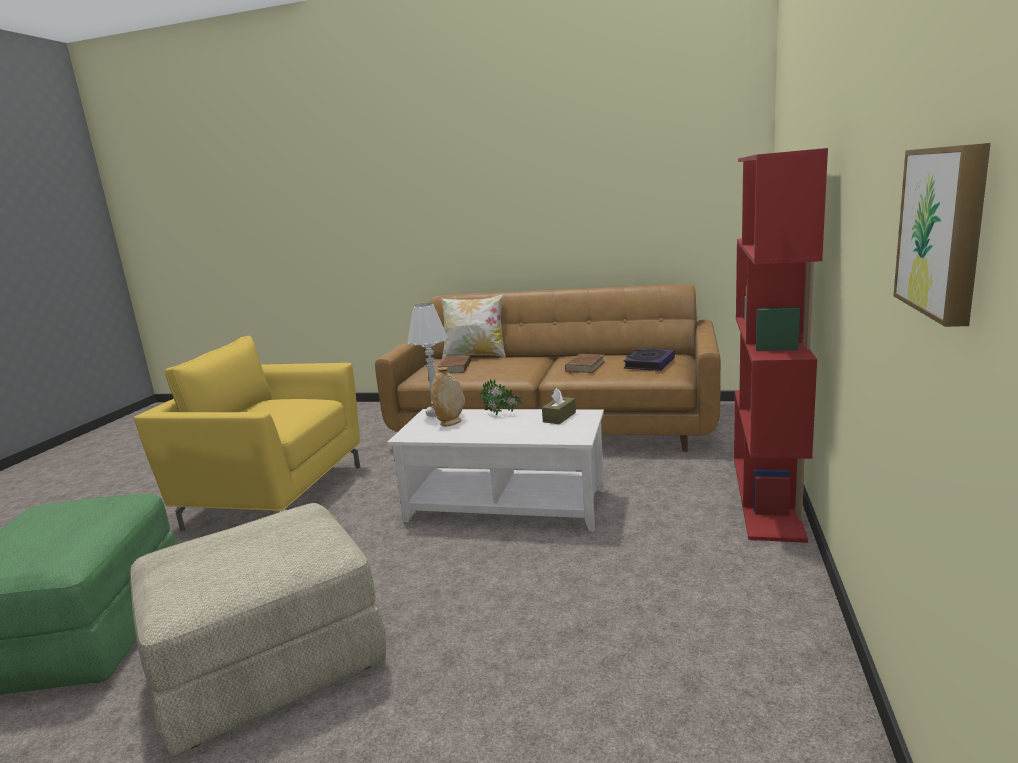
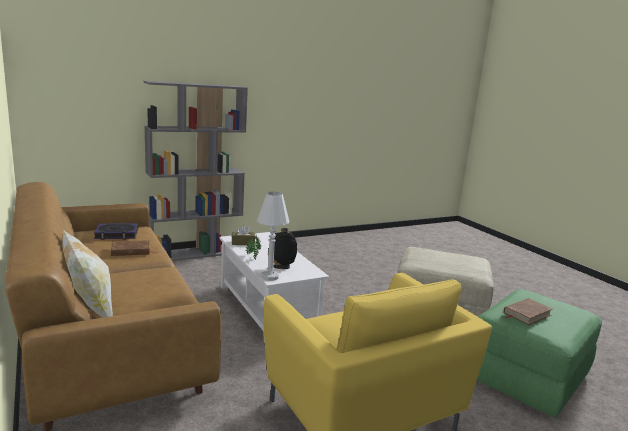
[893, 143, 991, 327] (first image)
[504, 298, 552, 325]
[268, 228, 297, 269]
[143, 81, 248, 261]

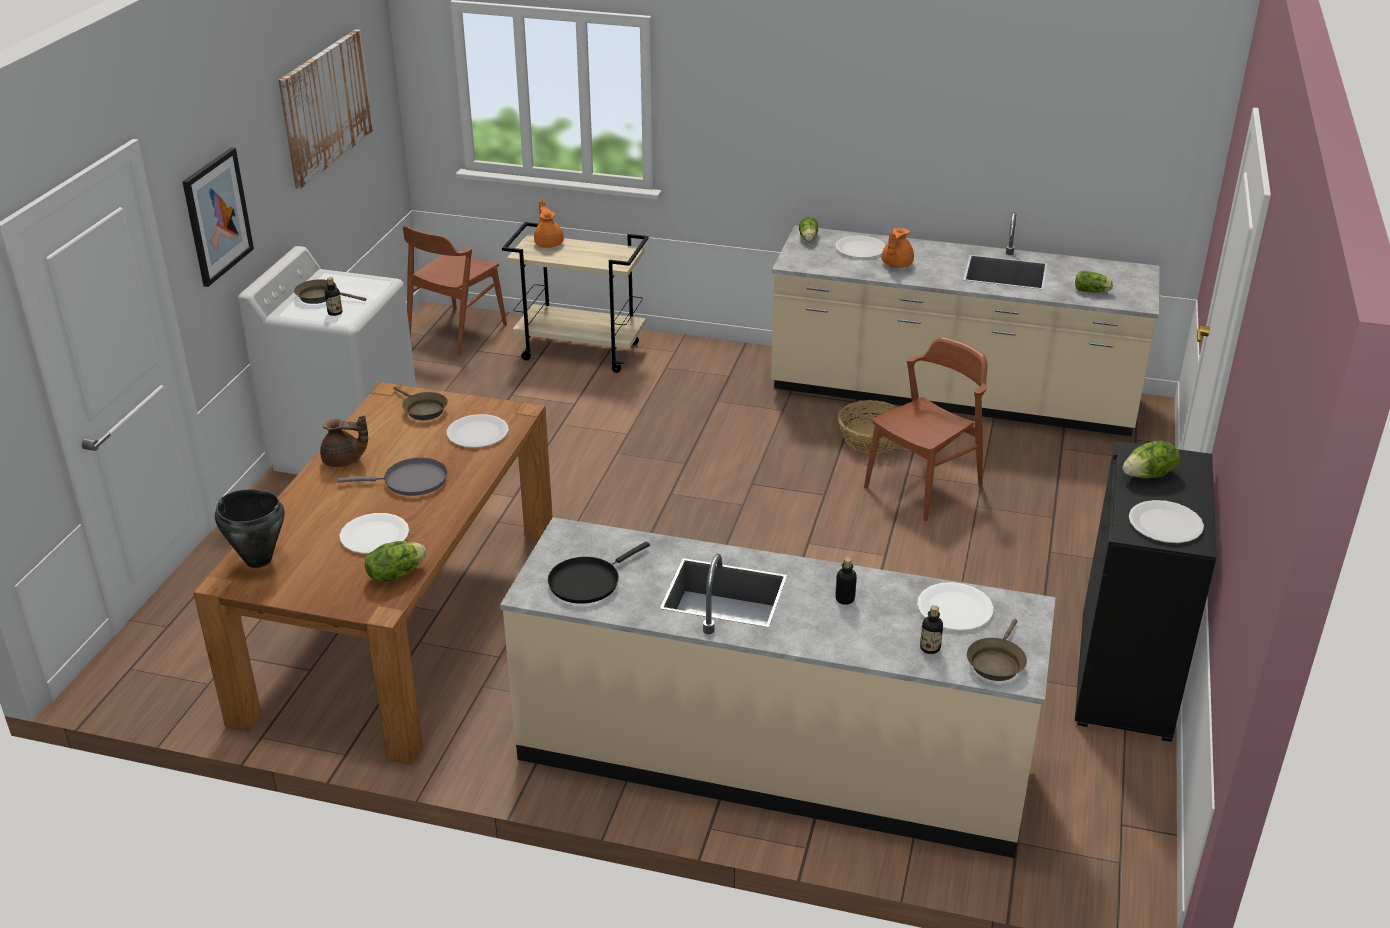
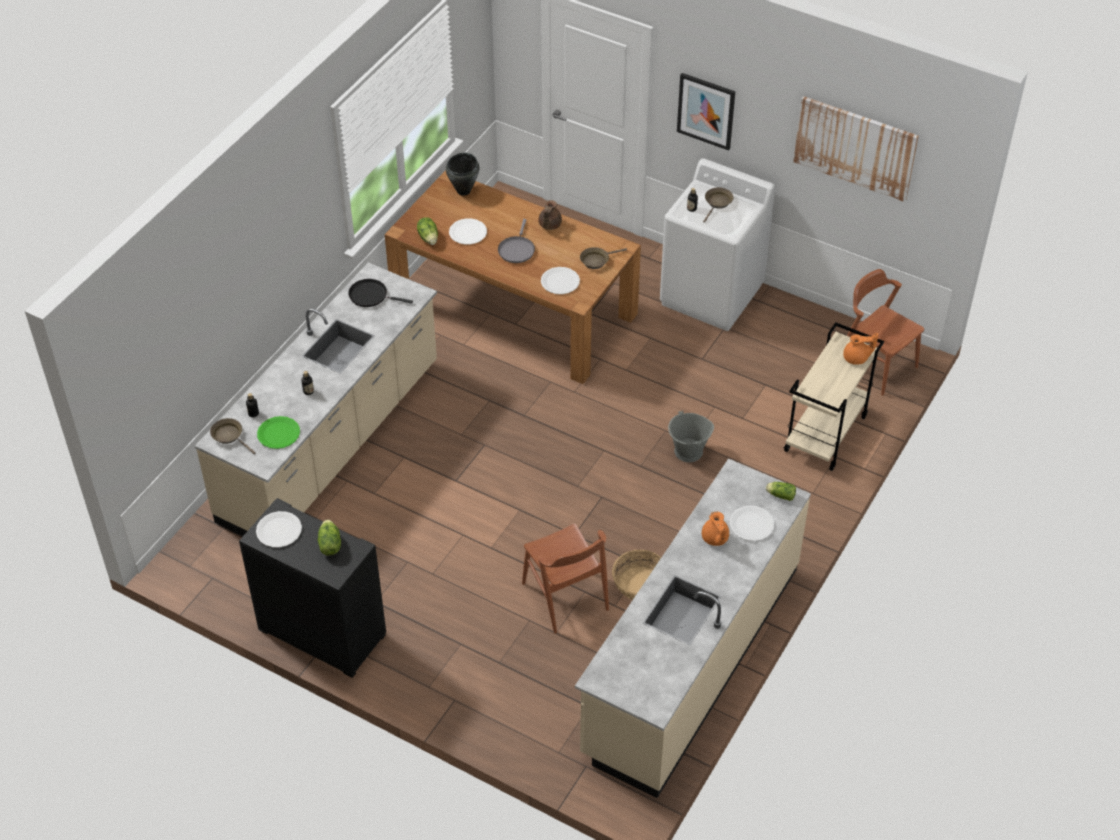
[1075, 271, 1113, 293] (first image)
[668, 410, 714, 462]
[257, 416, 300, 449]
[348, 279, 413, 307]
[702, 512, 729, 546]

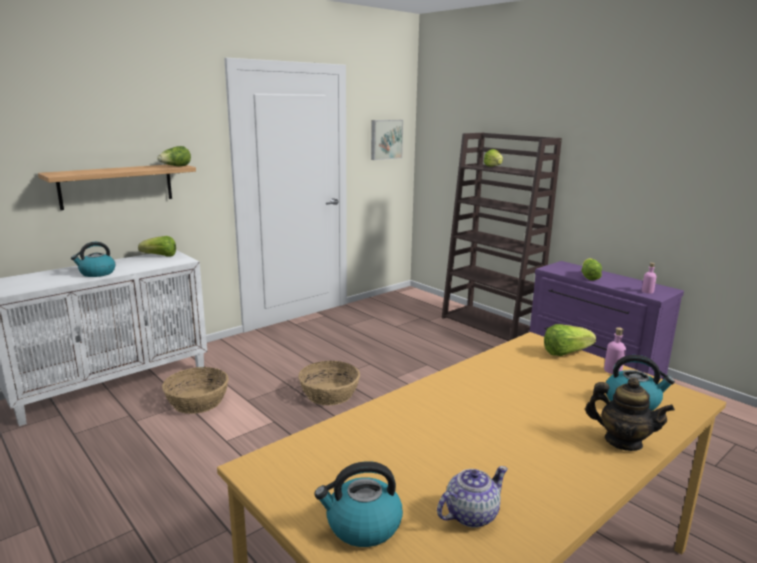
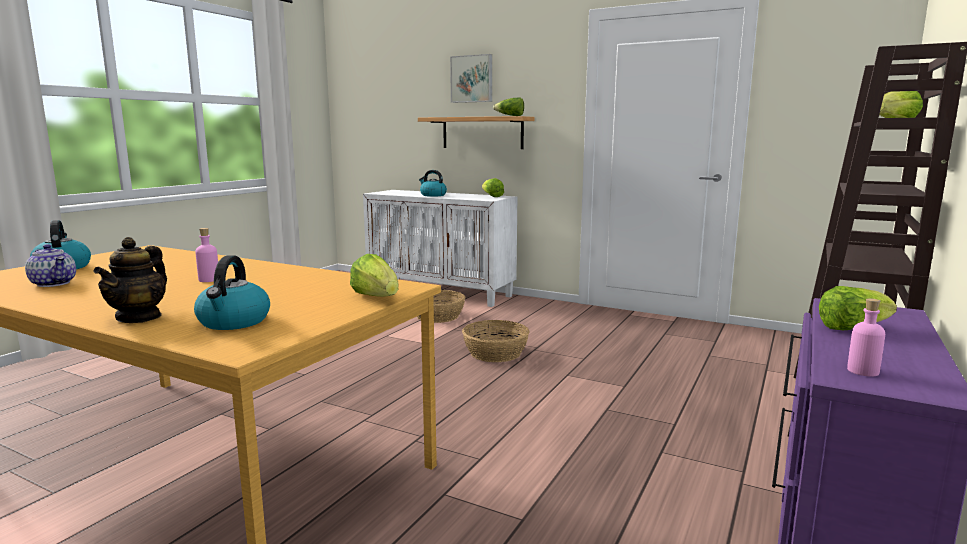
[450, 54, 492, 103]
[195, 228, 218, 282]

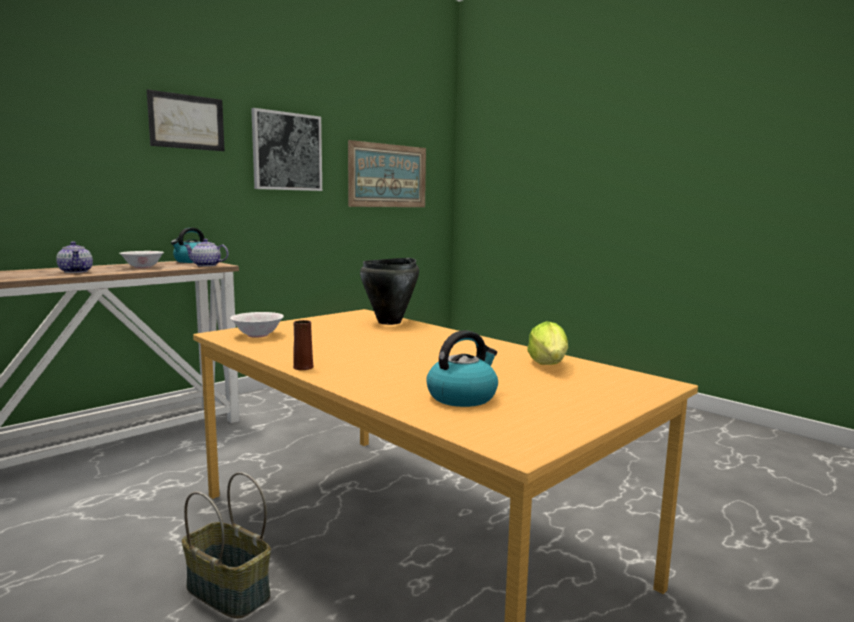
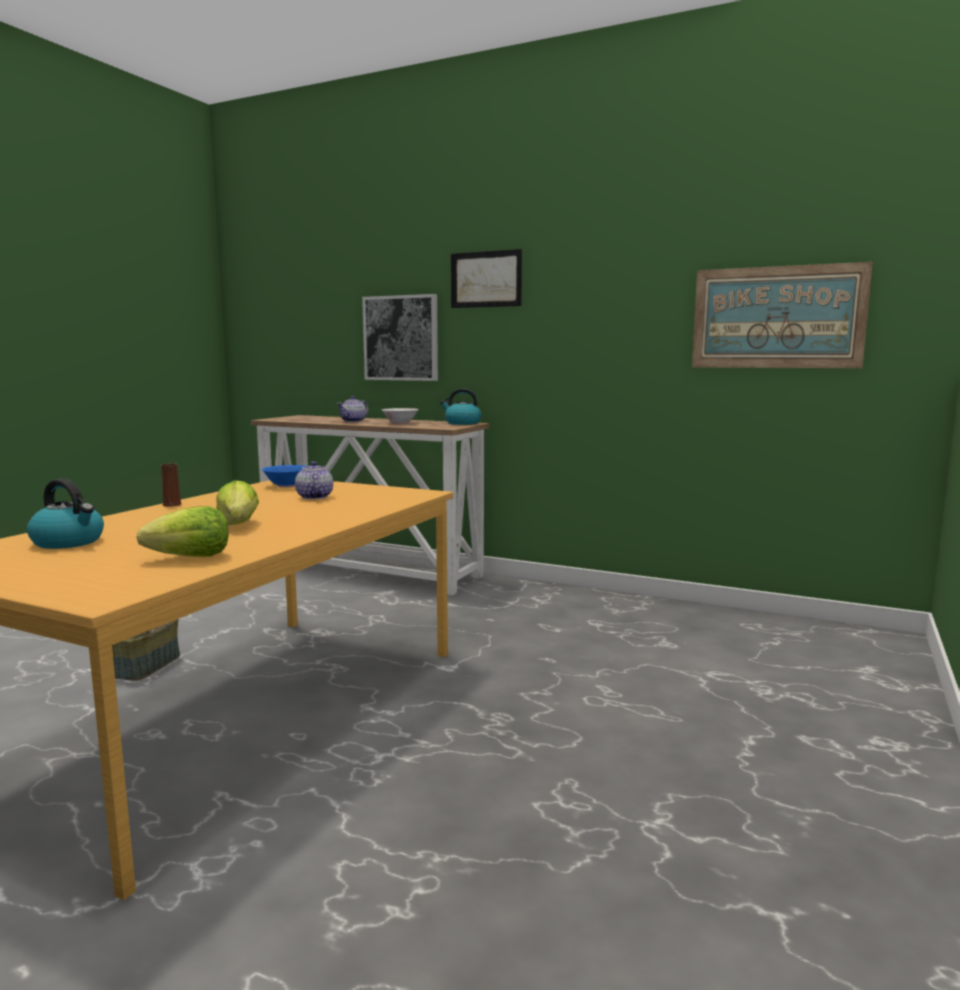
[360, 258, 419, 325] (first image)
[216, 480, 259, 525]
[295, 461, 333, 500]
[362, 294, 438, 381]
[261, 465, 307, 488]

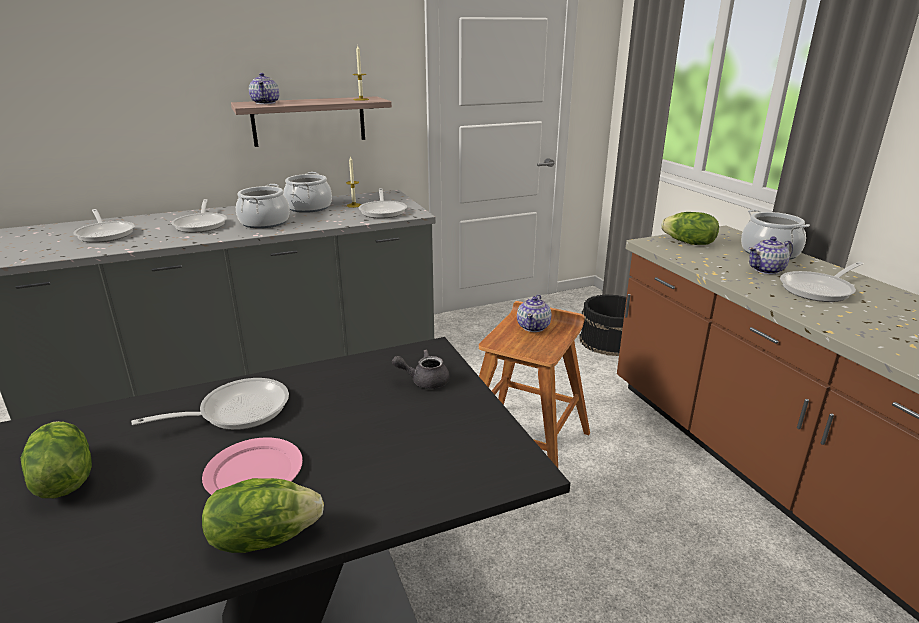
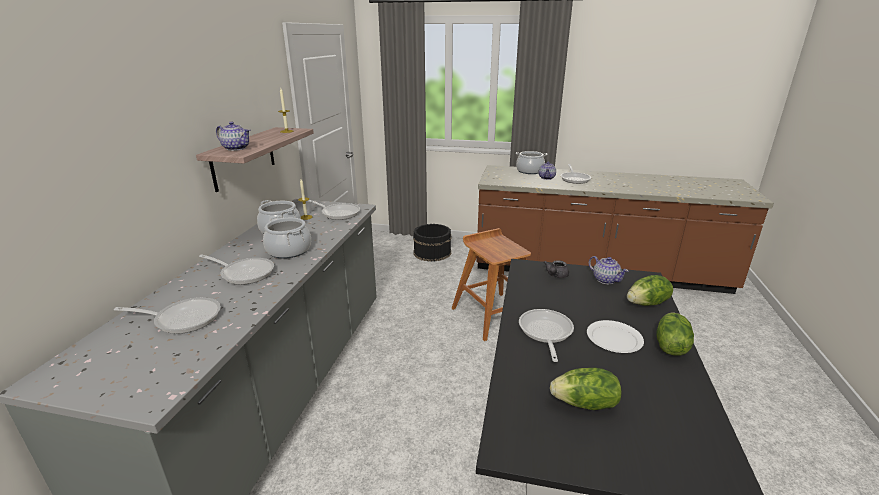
[589, 256, 629, 284]
[627, 275, 673, 306]
[587, 320, 644, 353]

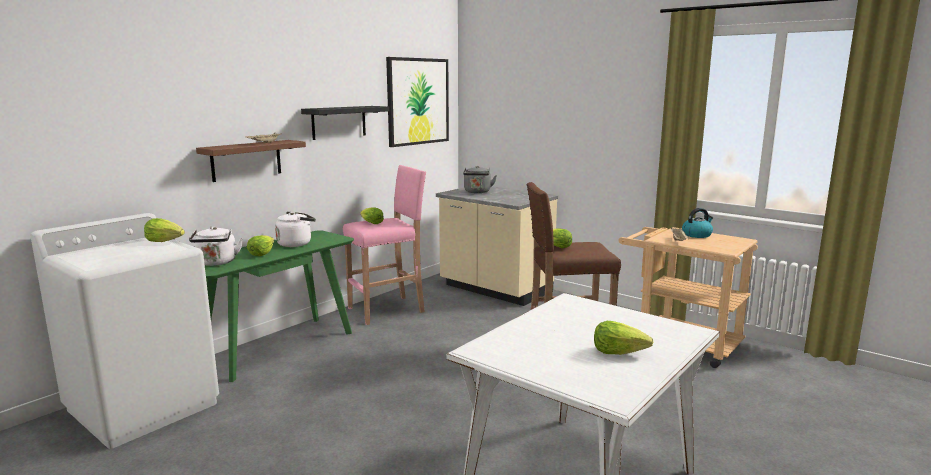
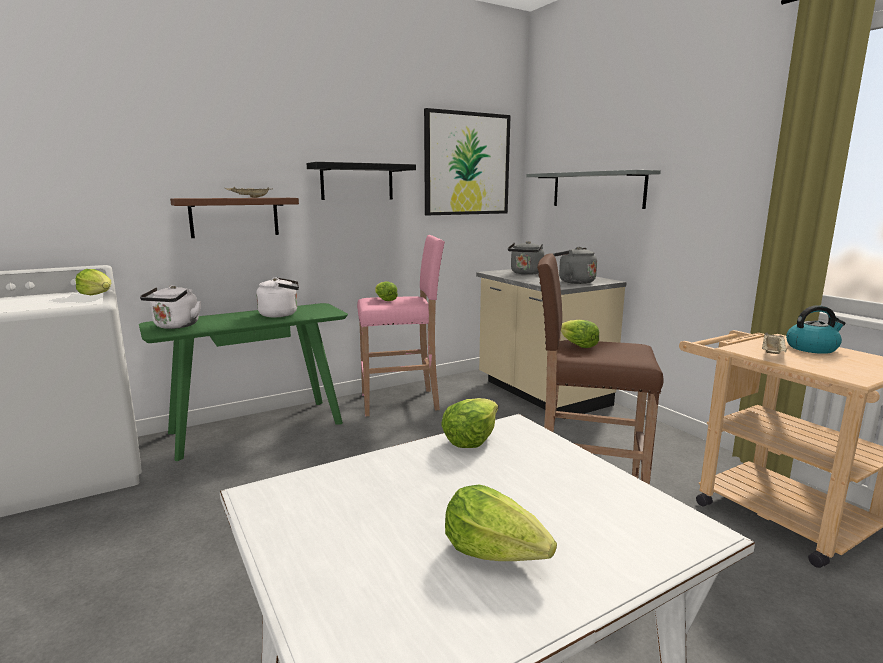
[526, 170, 661, 209]
[553, 247, 597, 284]
[442, 398, 498, 448]

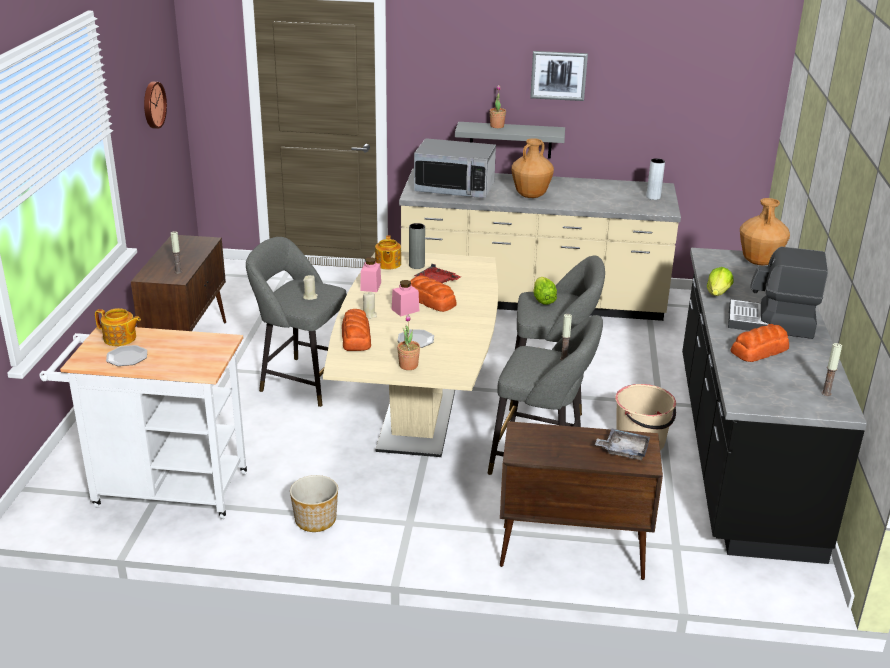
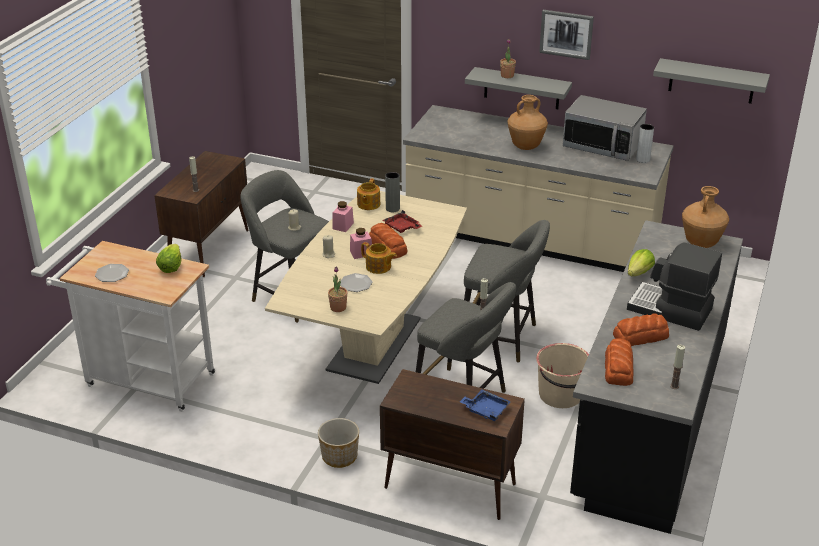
[144, 82, 167, 129] (first image)
[653, 58, 770, 104]
[361, 242, 397, 274]
[318, 418, 359, 468]
[605, 338, 633, 386]
[563, 95, 647, 161]
[156, 244, 181, 273]
[460, 389, 511, 421]

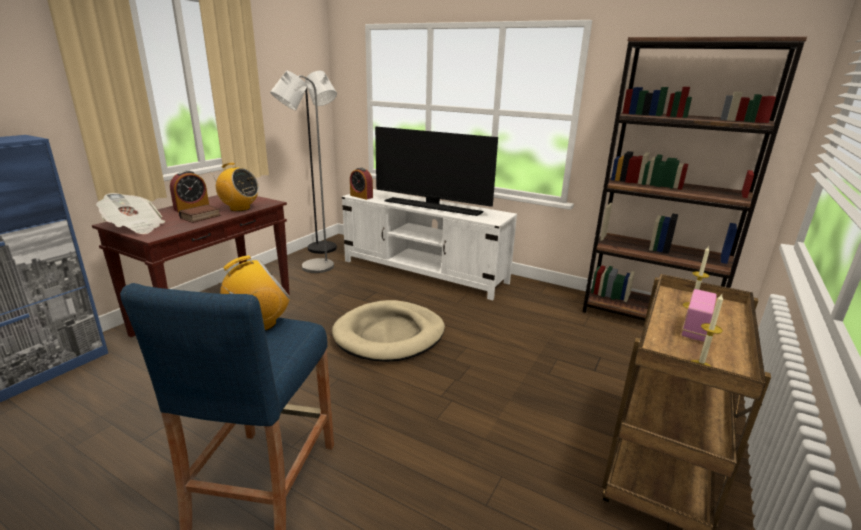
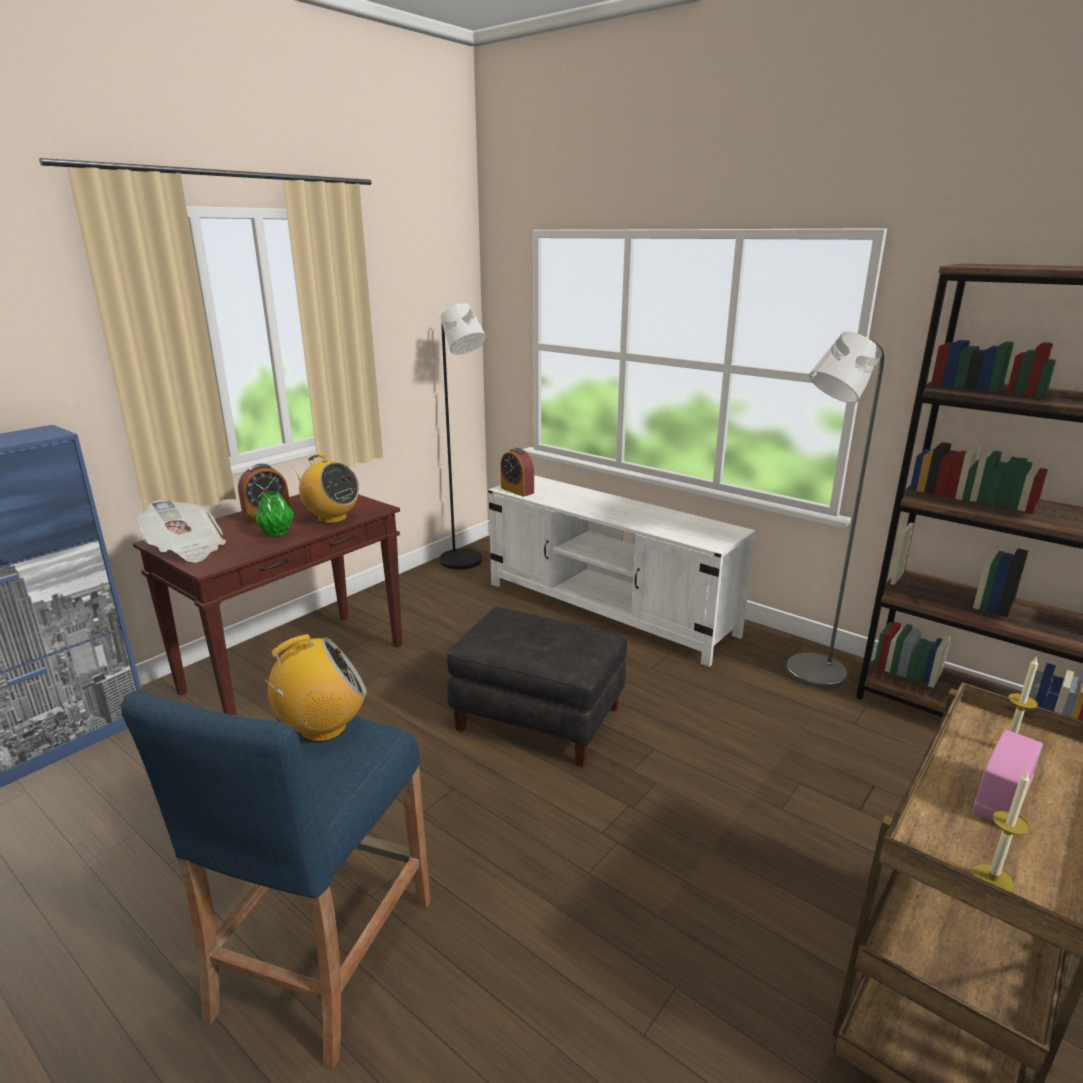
[375, 126, 498, 216] (first image)
[786, 332, 884, 689]
[254, 491, 294, 537]
[447, 607, 627, 767]

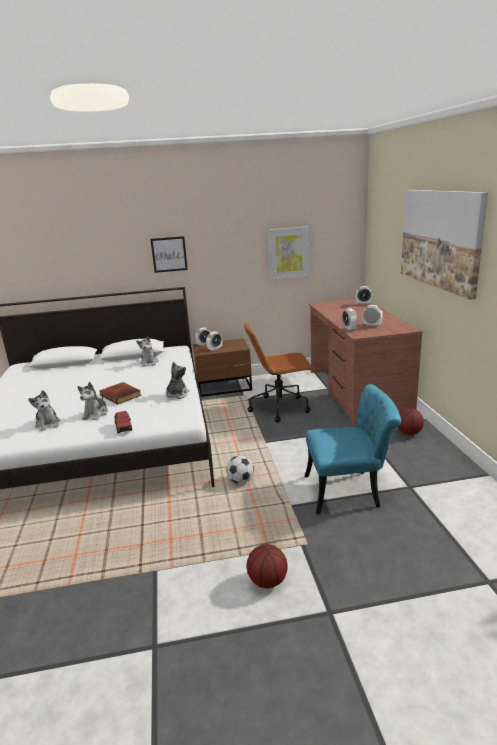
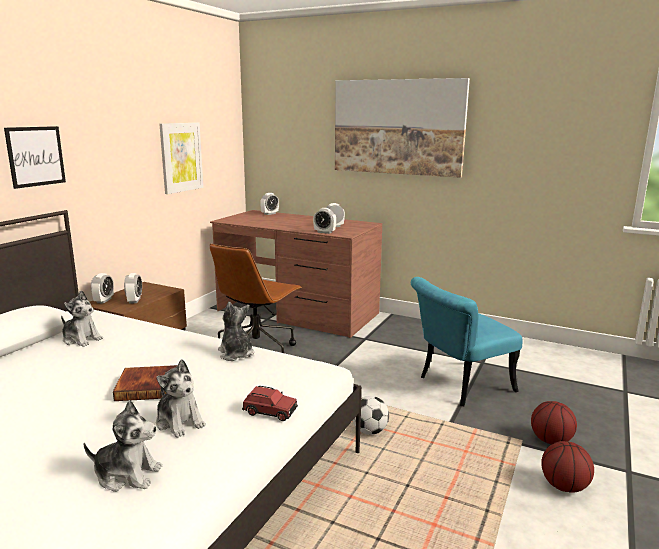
[531, 401, 577, 445]
[411, 277, 523, 406]

